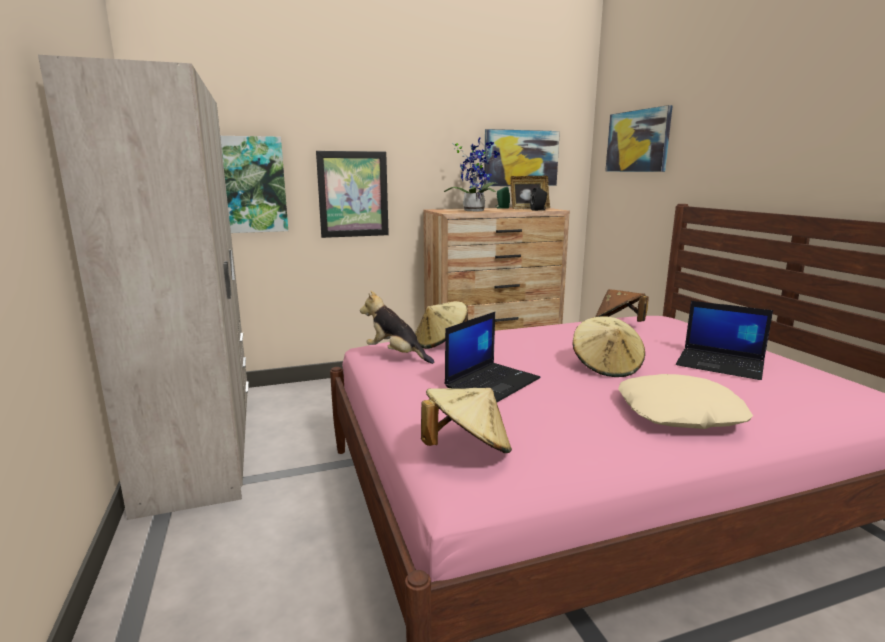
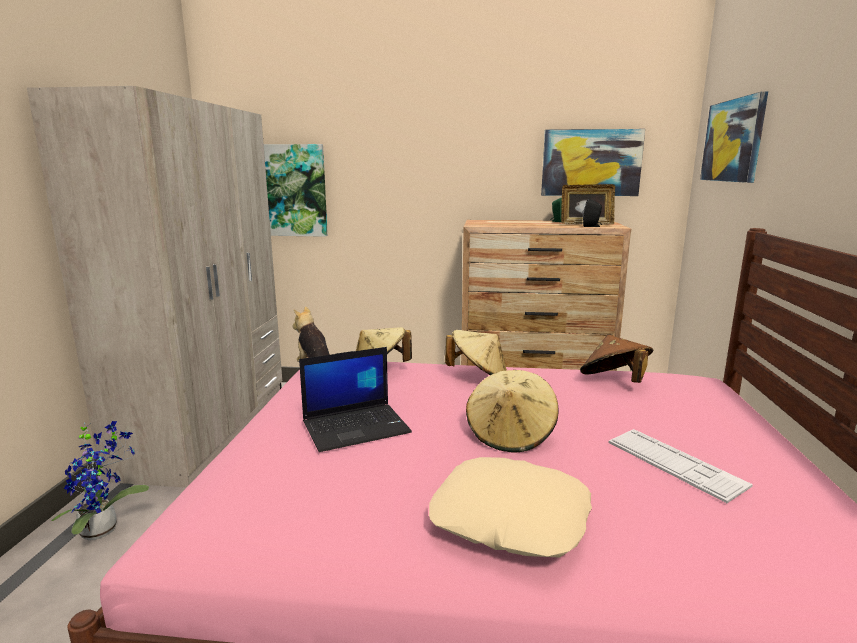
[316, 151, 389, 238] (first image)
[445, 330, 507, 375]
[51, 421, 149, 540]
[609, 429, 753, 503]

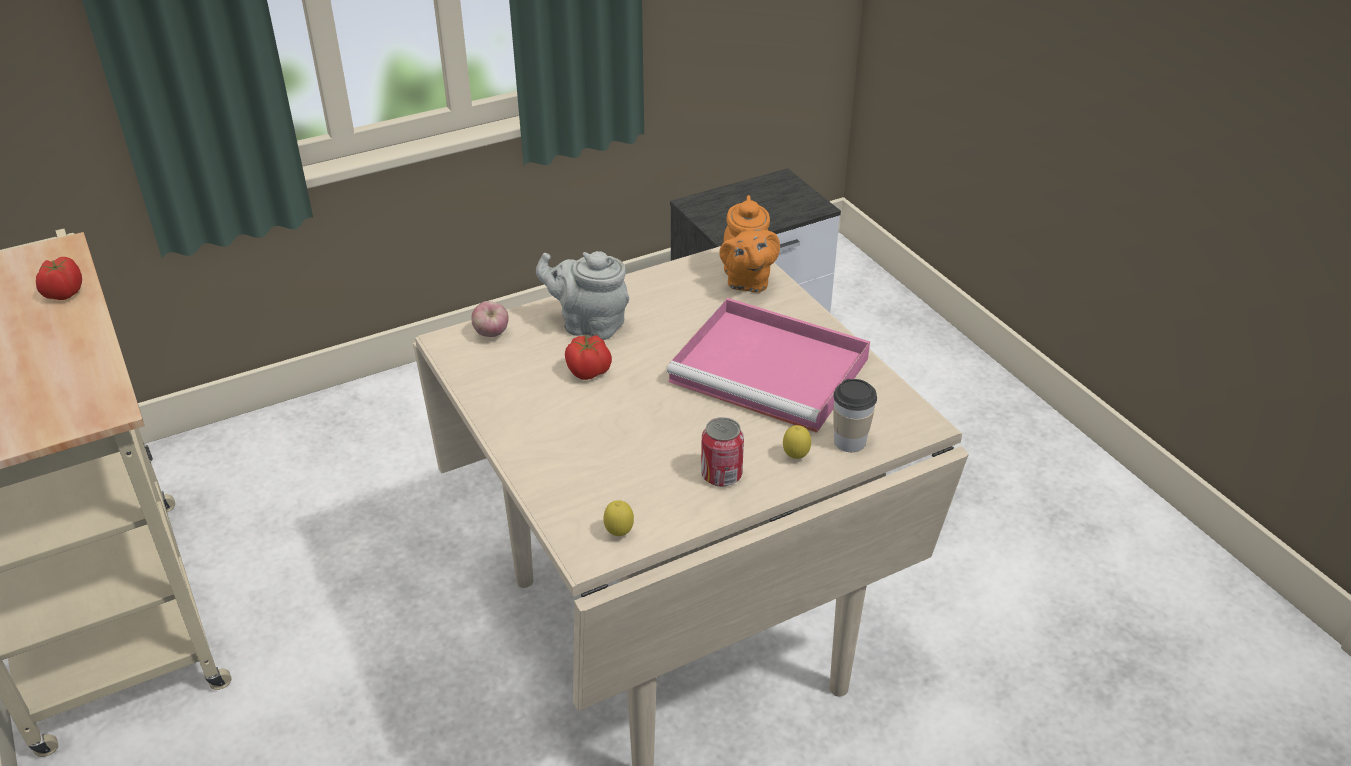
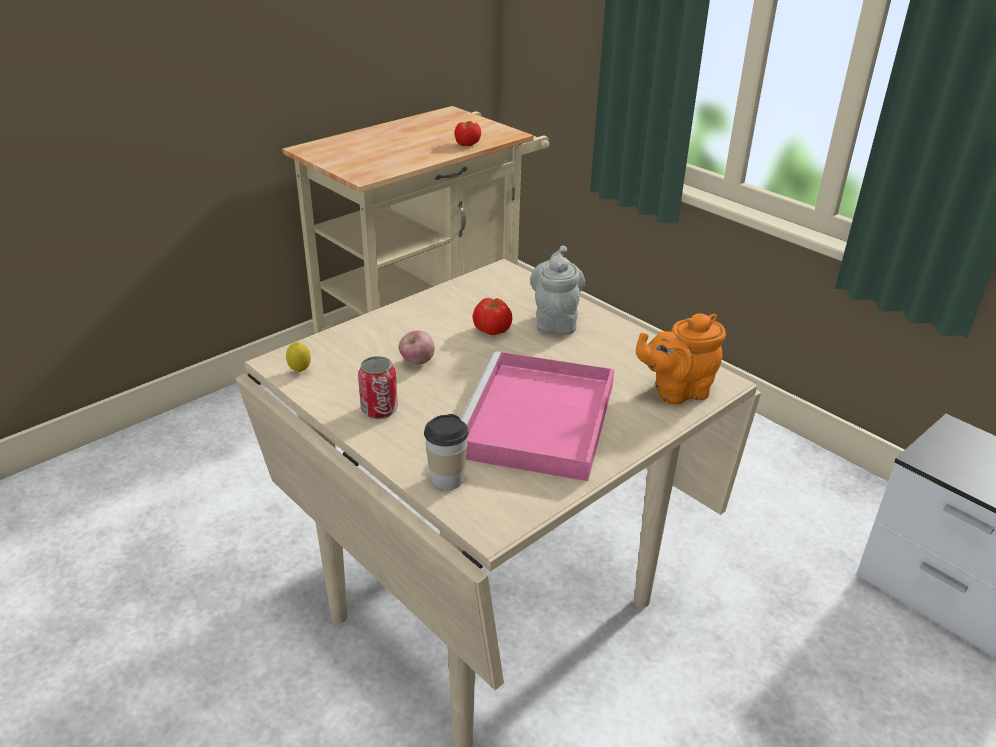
[783, 425, 811, 459] (first image)
[399, 330, 435, 365]

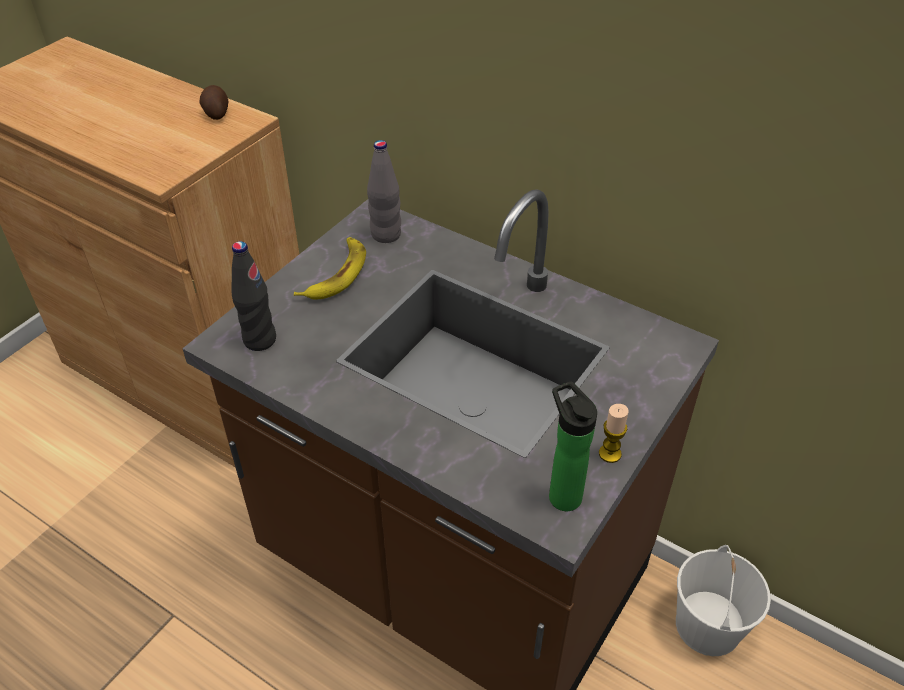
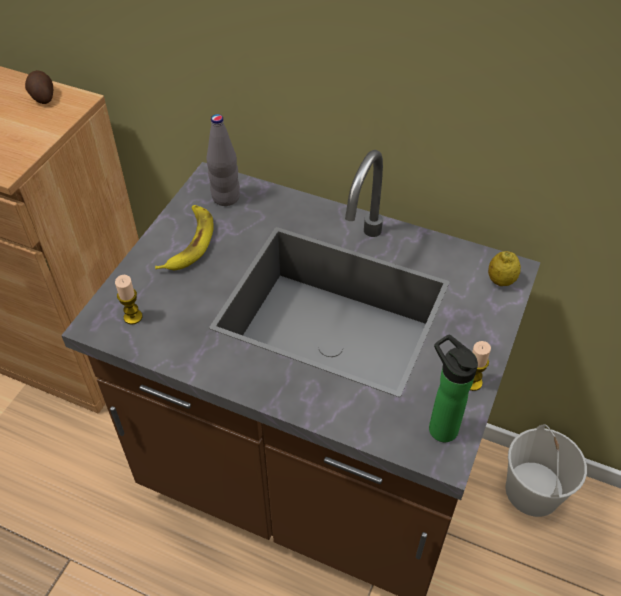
[488, 251, 521, 286]
[115, 275, 142, 325]

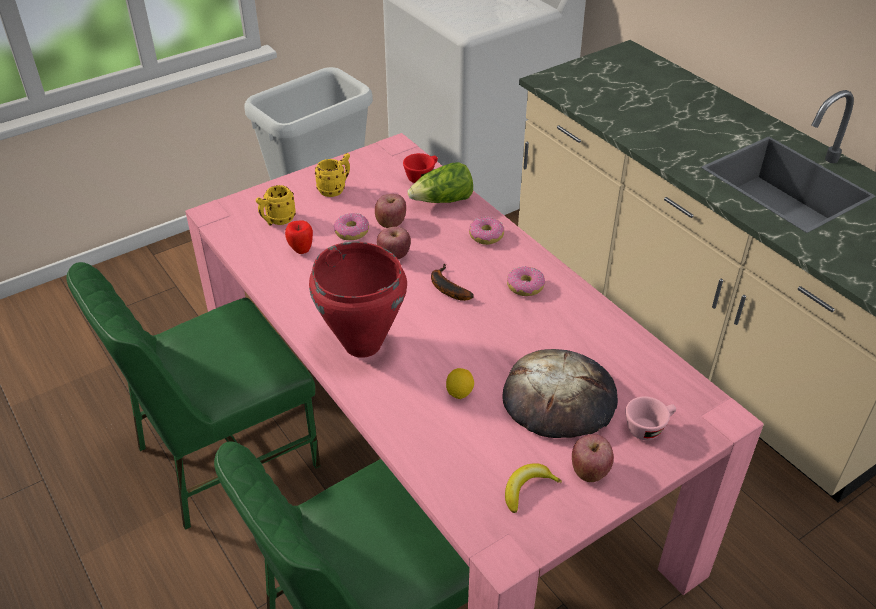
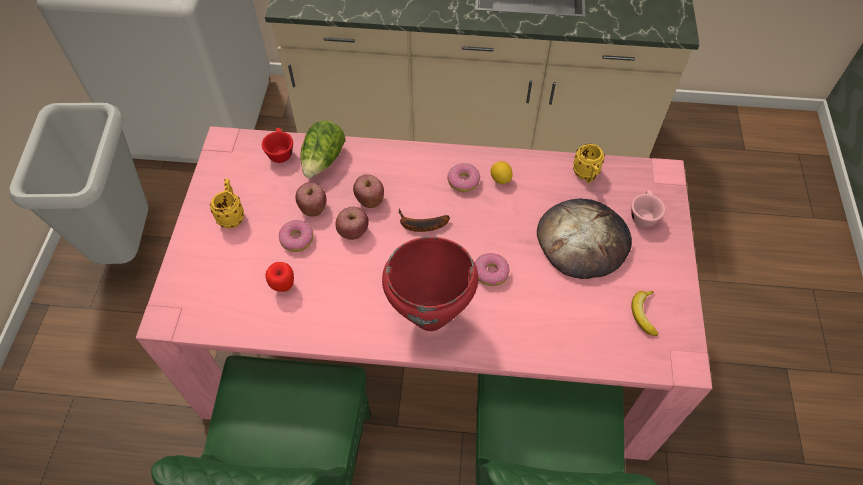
[573, 144, 605, 183]
[491, 161, 513, 184]
[475, 253, 510, 286]
[353, 174, 384, 208]

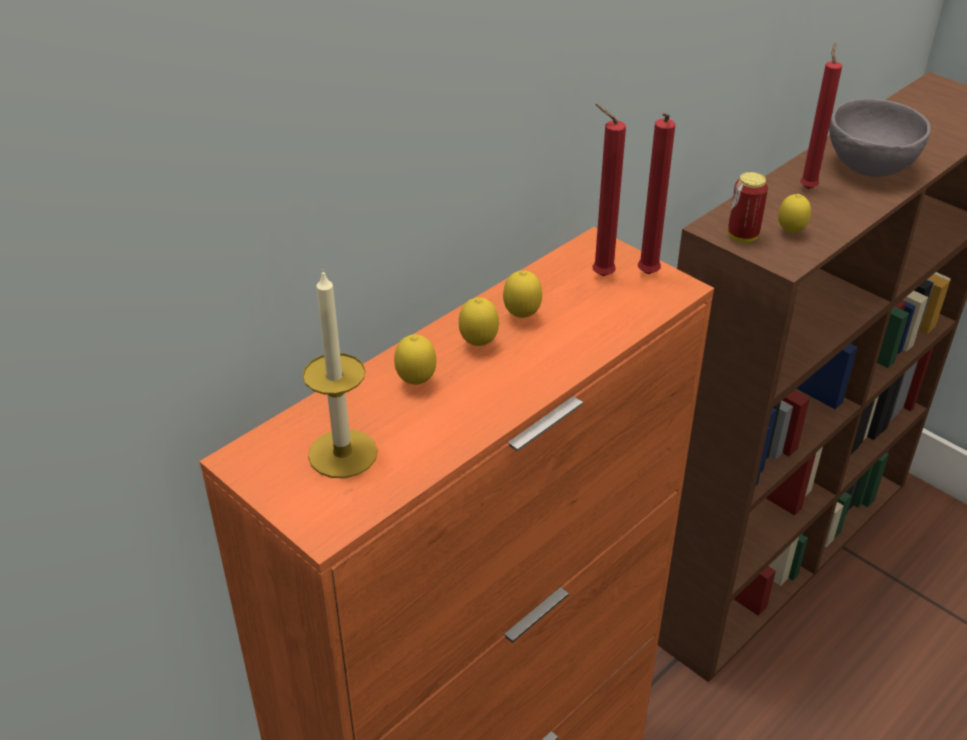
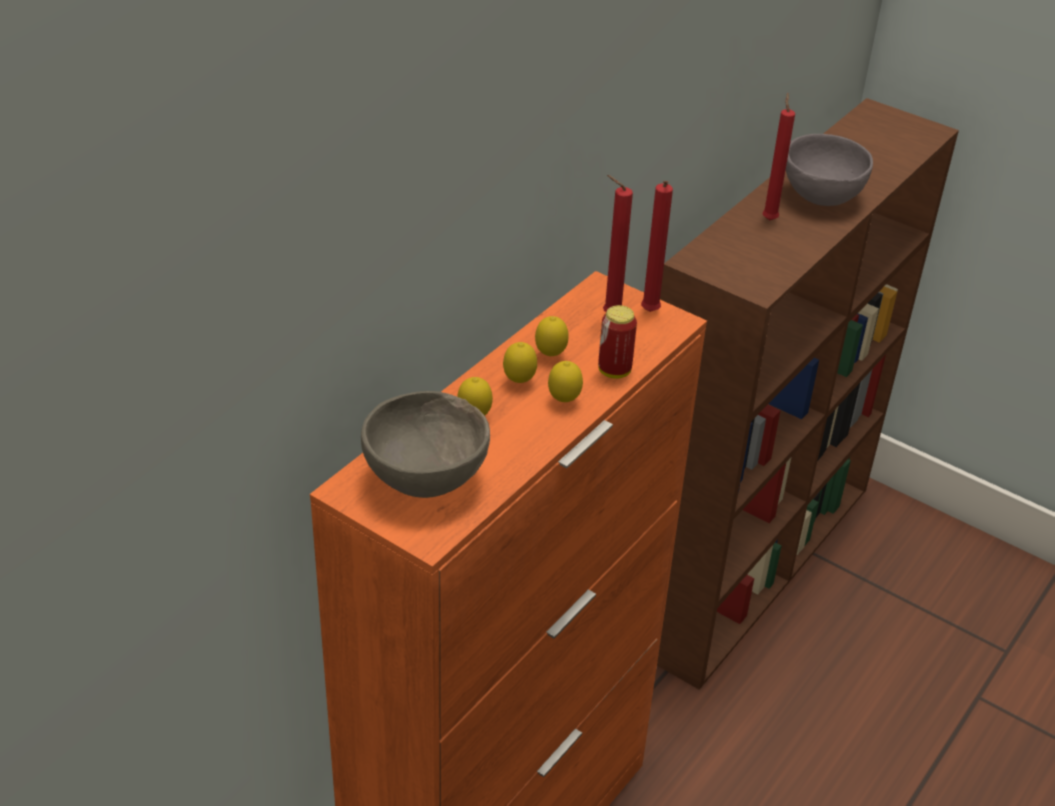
[598, 305, 637, 379]
[548, 361, 583, 402]
[361, 391, 490, 498]

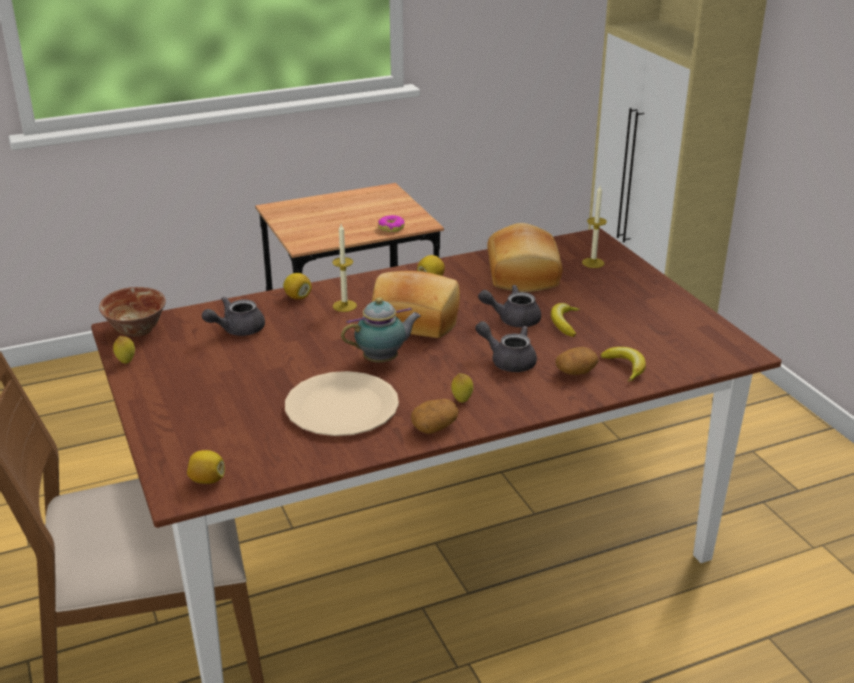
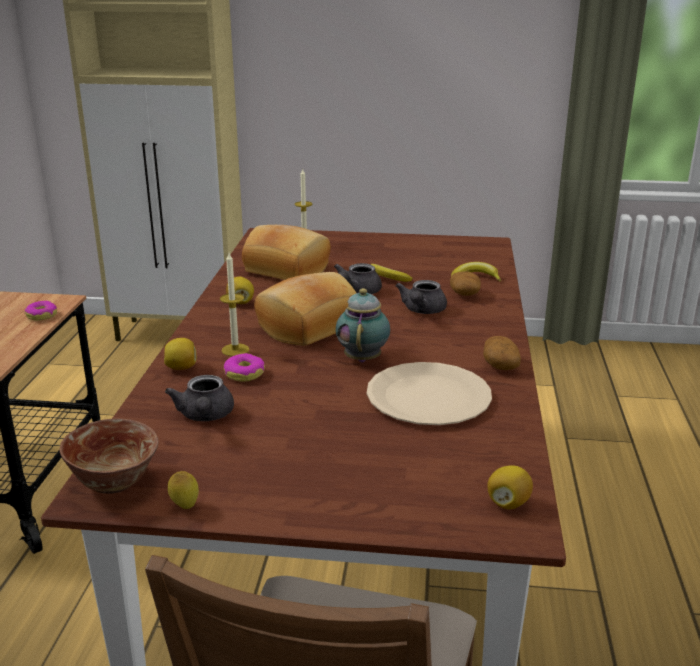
[451, 373, 473, 403] (first image)
[224, 353, 265, 382]
[395, 280, 447, 314]

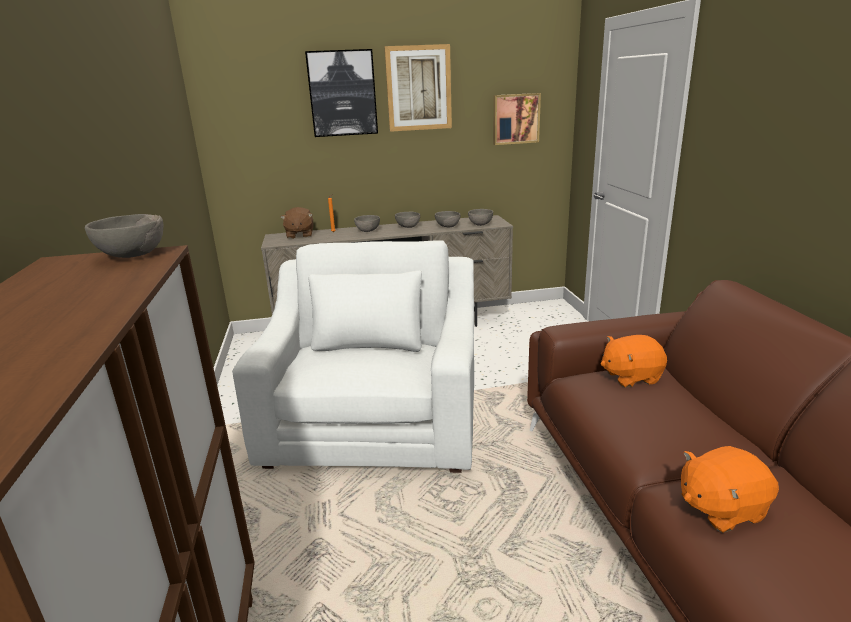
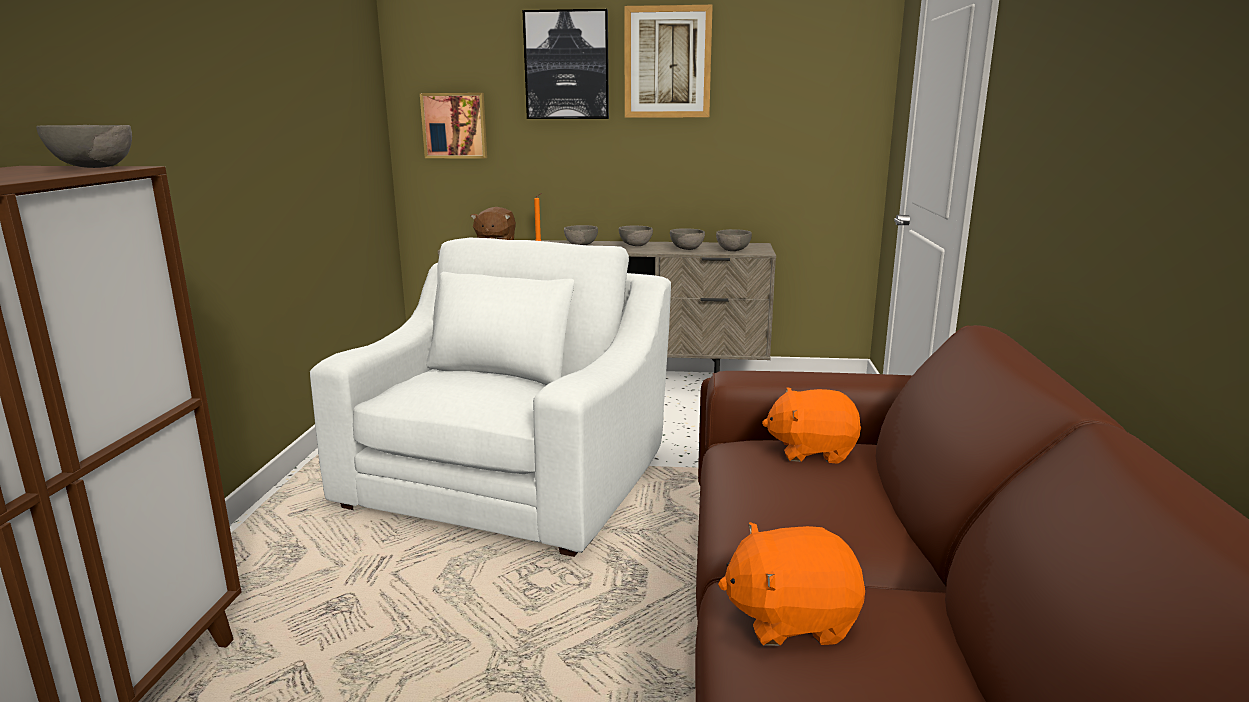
[420, 93, 487, 158]

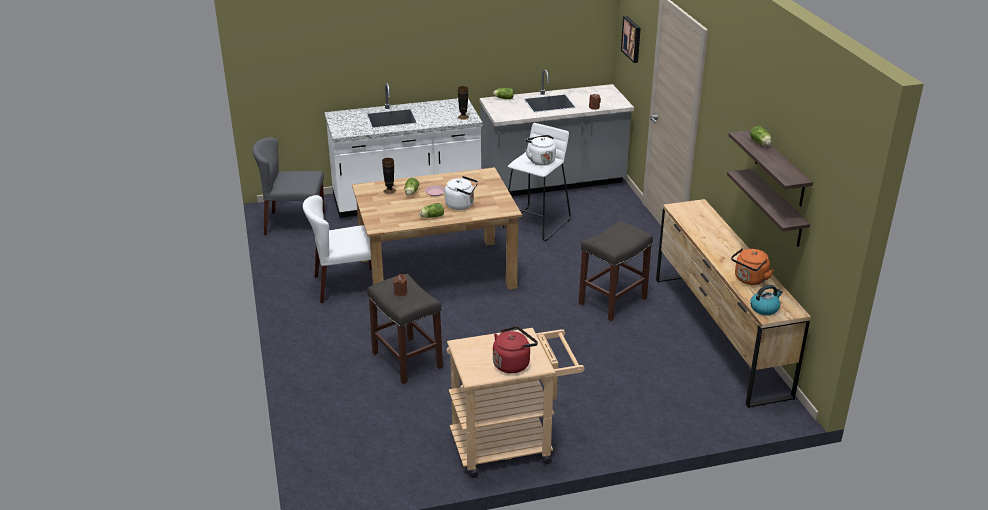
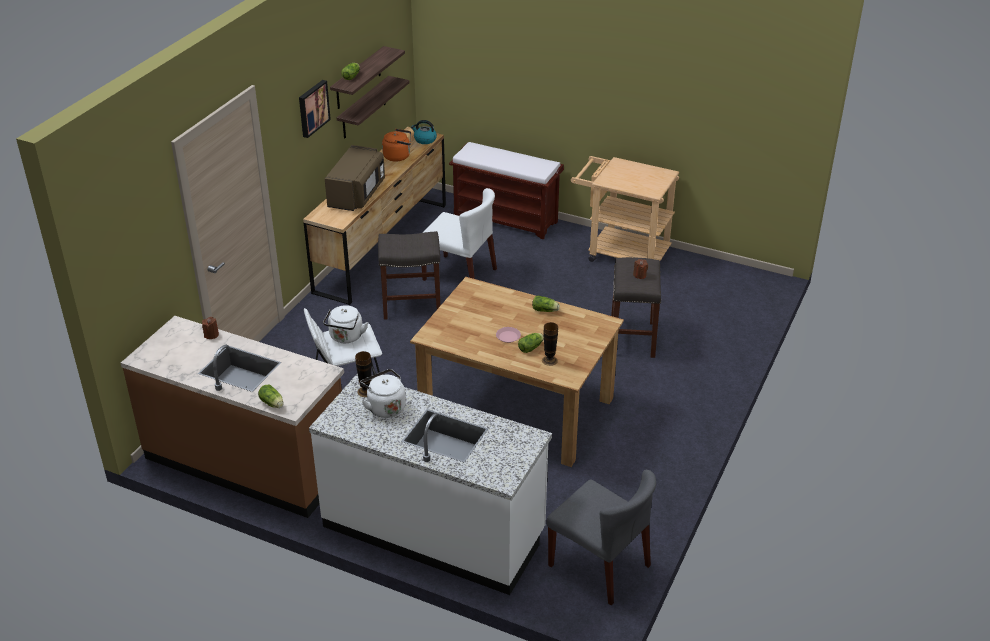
[493, 326, 538, 373] (first image)
[325, 145, 385, 211]
[449, 142, 564, 239]
[421, 188, 497, 281]
[360, 369, 406, 418]
[299, 80, 331, 138]
[121, 316, 344, 518]

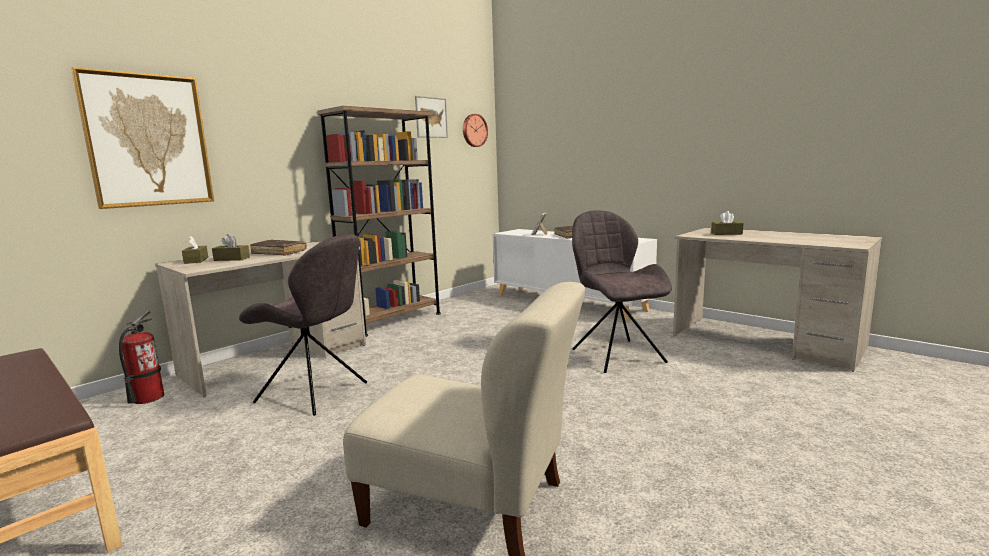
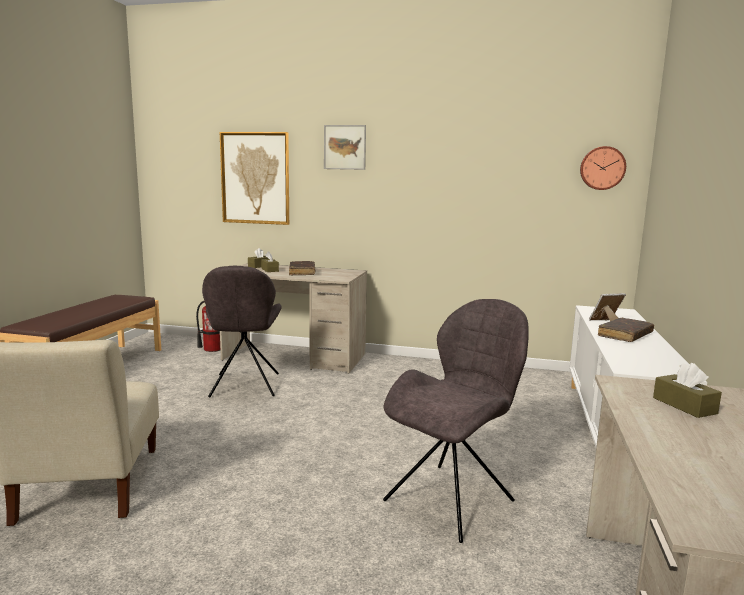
[317, 106, 441, 337] (first image)
[324, 125, 366, 170]

